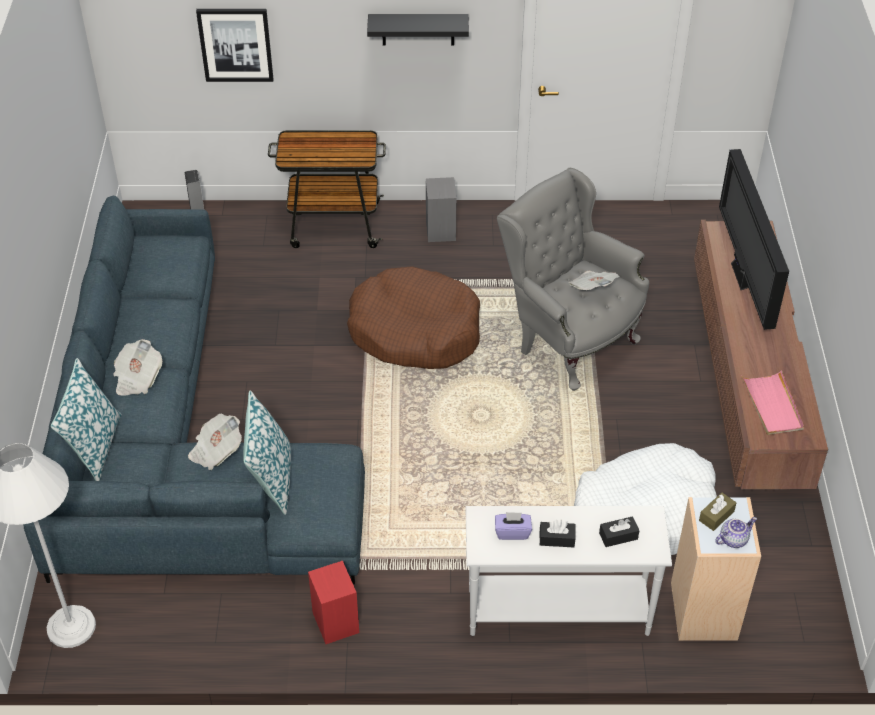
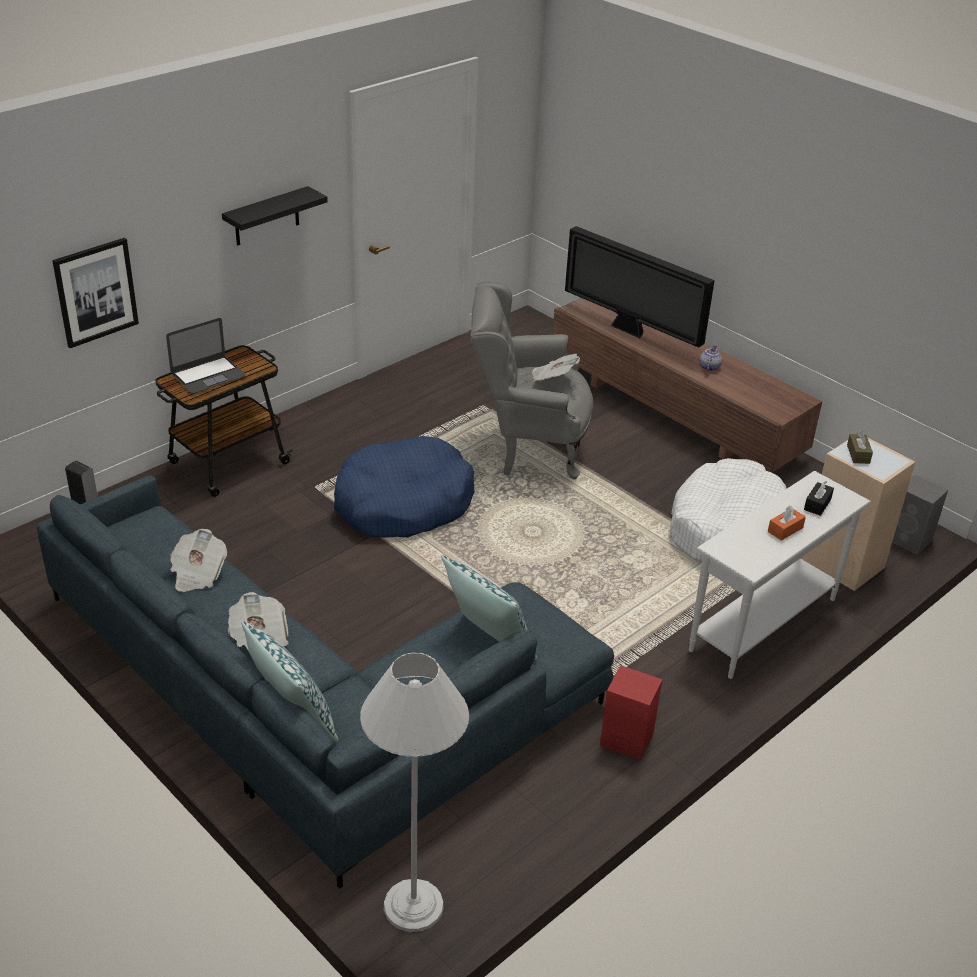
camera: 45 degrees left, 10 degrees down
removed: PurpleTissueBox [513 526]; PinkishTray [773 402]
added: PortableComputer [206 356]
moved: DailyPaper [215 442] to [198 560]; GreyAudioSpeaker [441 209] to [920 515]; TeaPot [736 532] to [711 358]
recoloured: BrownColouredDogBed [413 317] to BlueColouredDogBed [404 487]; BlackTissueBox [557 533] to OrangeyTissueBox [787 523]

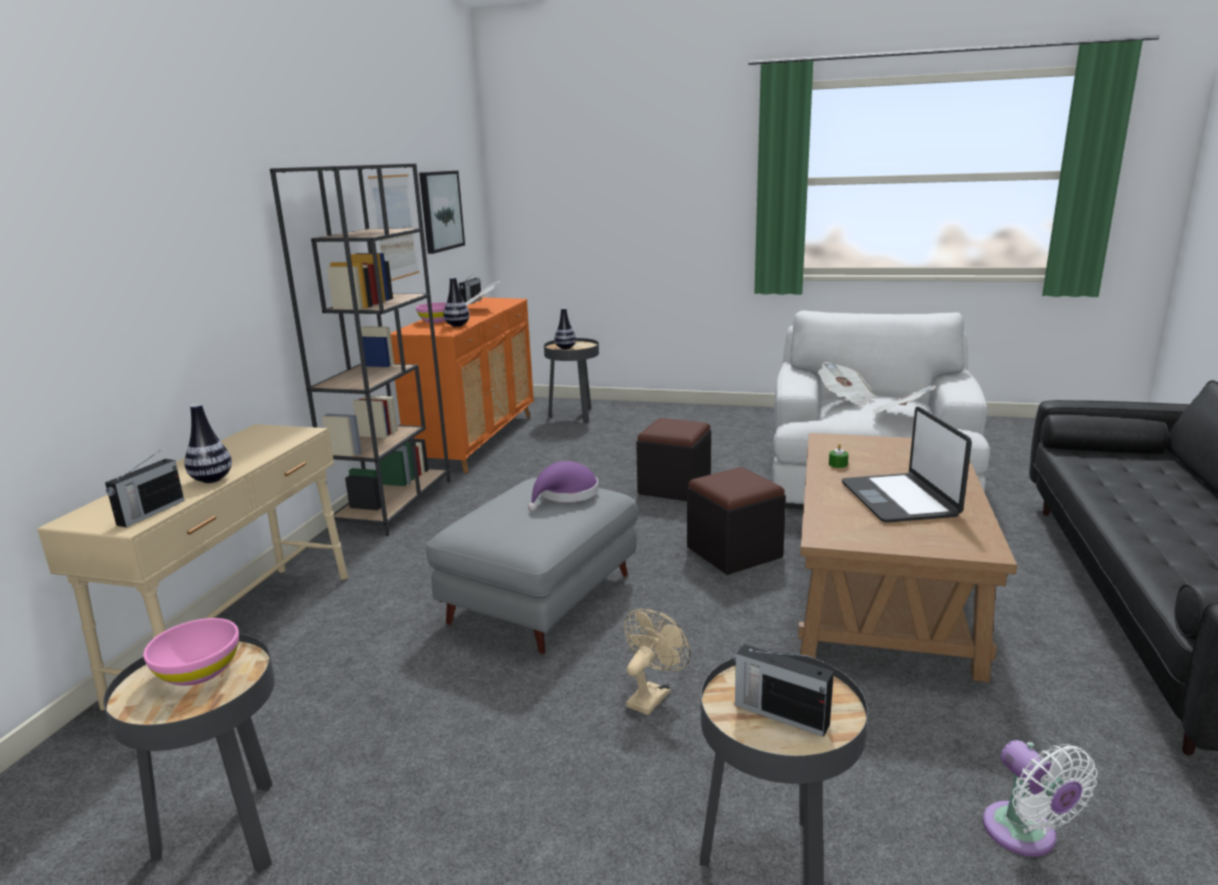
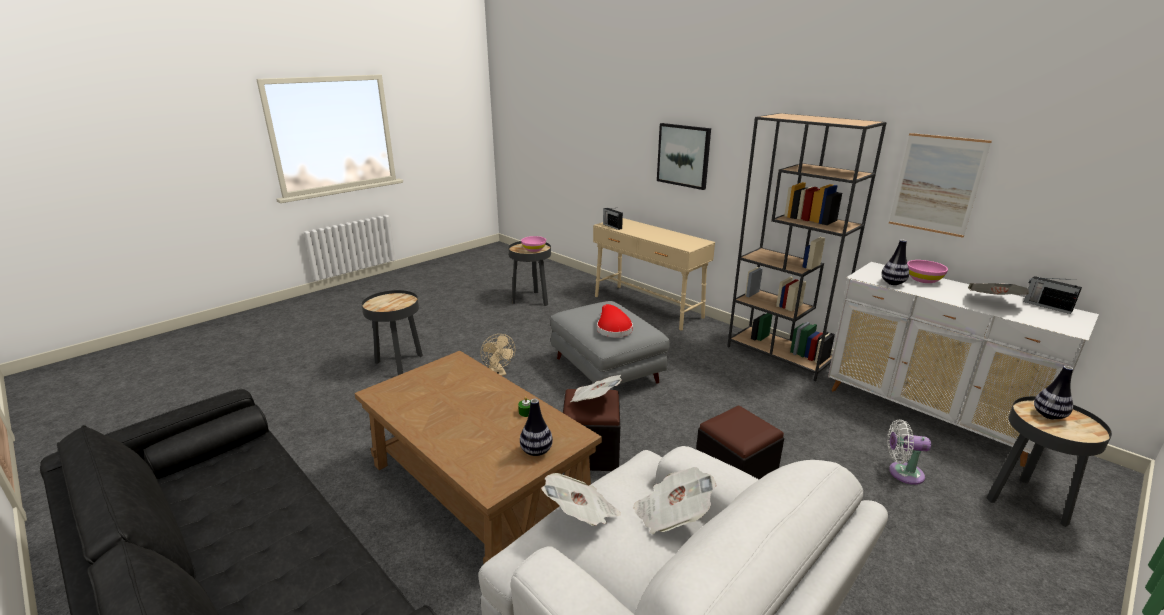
camera: 120 degrees right, 5 degrees up
removed: RadioReceiver [784 690]; PortableComputer [907 465]
added: DailyPaper [595 388]
moved: FlowerVase [208 443] to [536 427]; WallPicture [442 212] to [684 156]; WhiteColouredElectricFan [1040 798] to [909 452]
recoloured: OrangeyCabinet [462 385] to WhiteColouredCabinet [963 364]; PurpleClothingHat [563 486] to RedClothingHat [615 320]

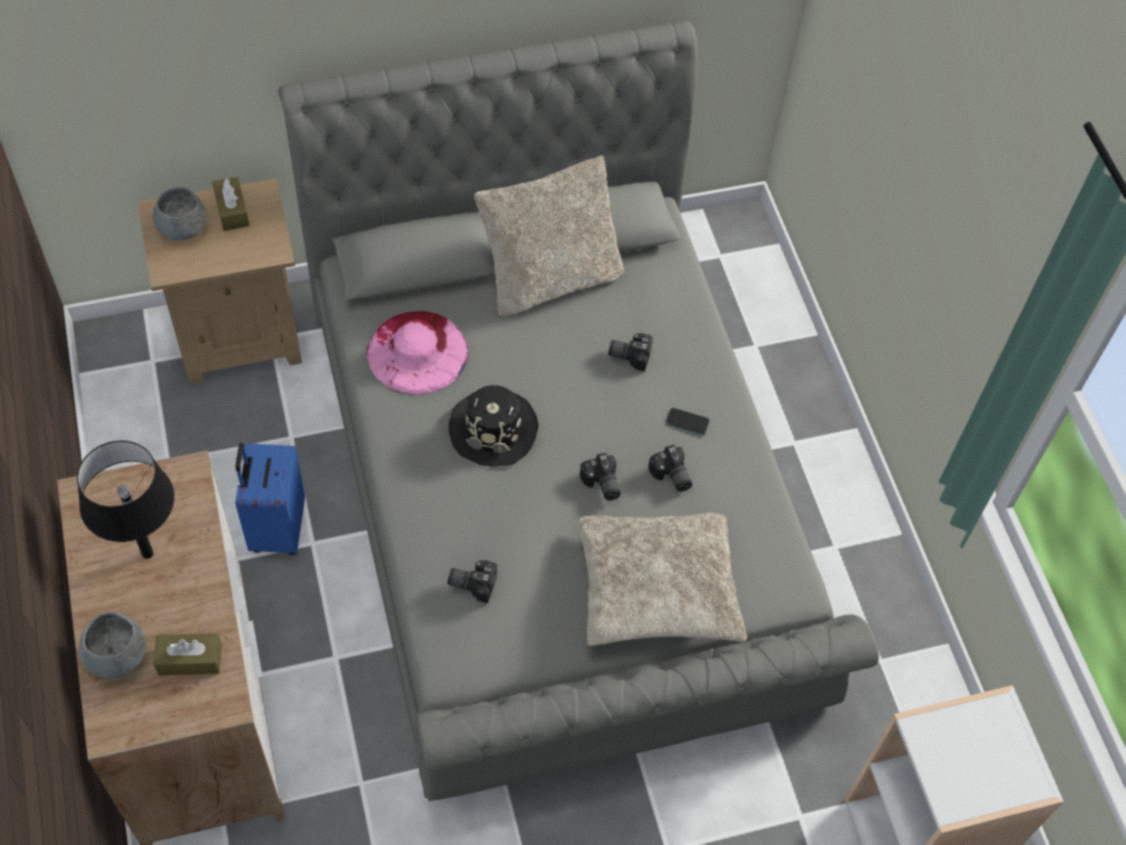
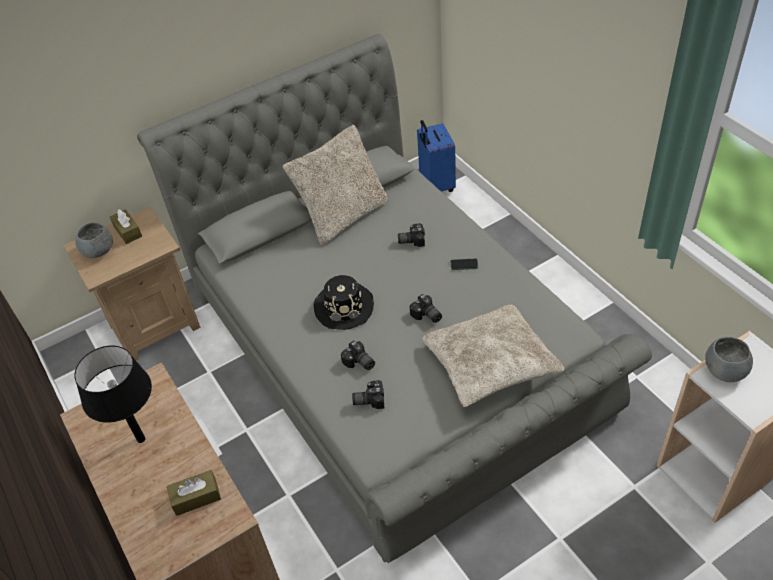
camera: 10 degrees left, 10 degrees down
removed: PinkishClothingHat [418 353]
moved: GreyDeepDish [112 645] to [729 359]; BlueColouredPieceOfLuggage [270 499] to [436 156]; StillCamera [670 468] to [358 355]

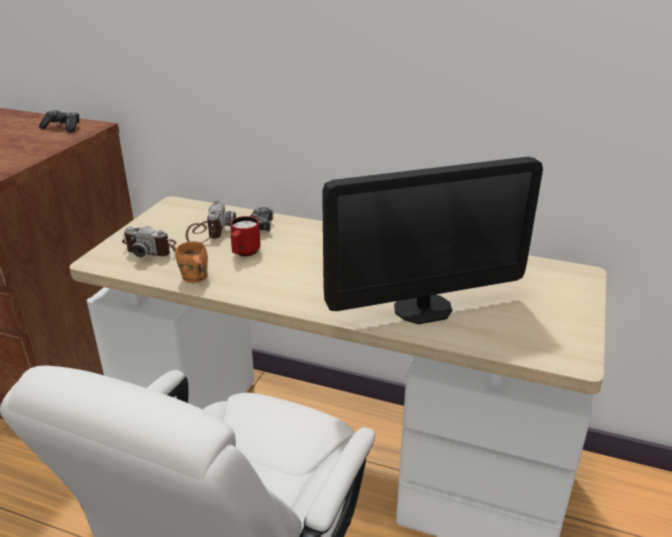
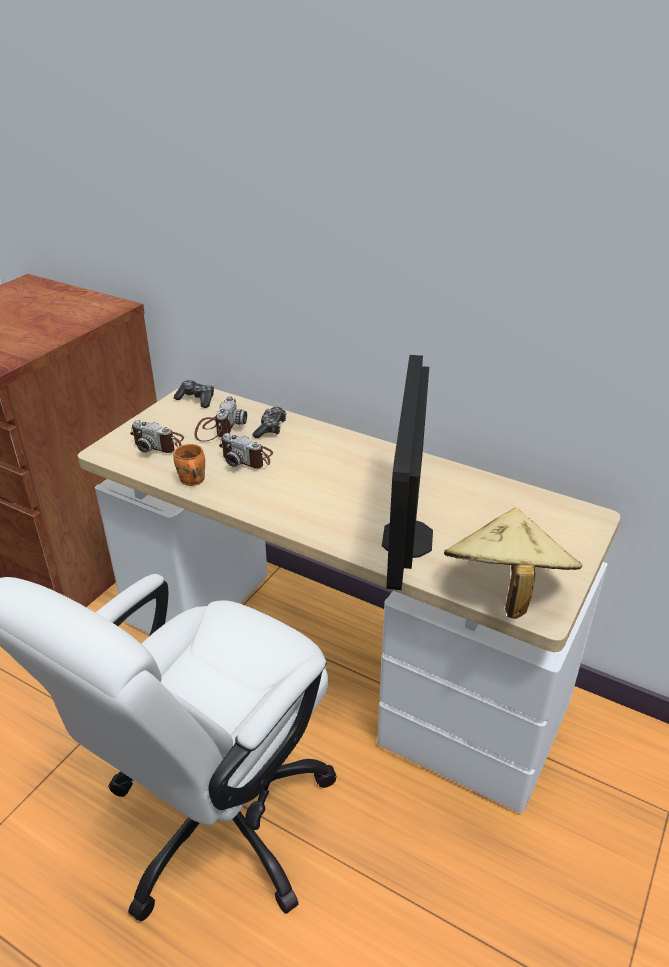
camera: 10 degrees right, 5 degrees up
added: SandColouredClothingHat [513 563]
moved: Gamepad [59 121] to [194 394]
replaced: RedTeaMug [245 236] to StillCamera [246 451]
turned: ComputerDisplay [432 240] = [407 472] 105 degrees clockwise

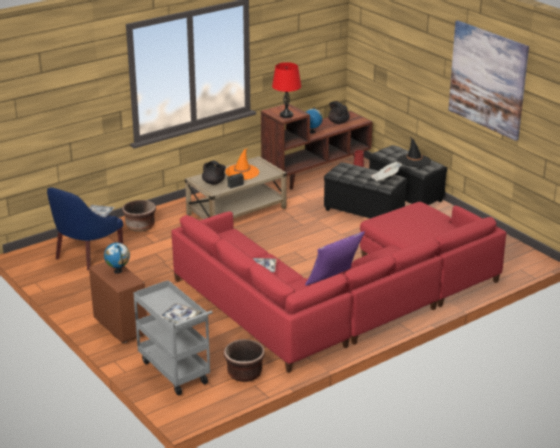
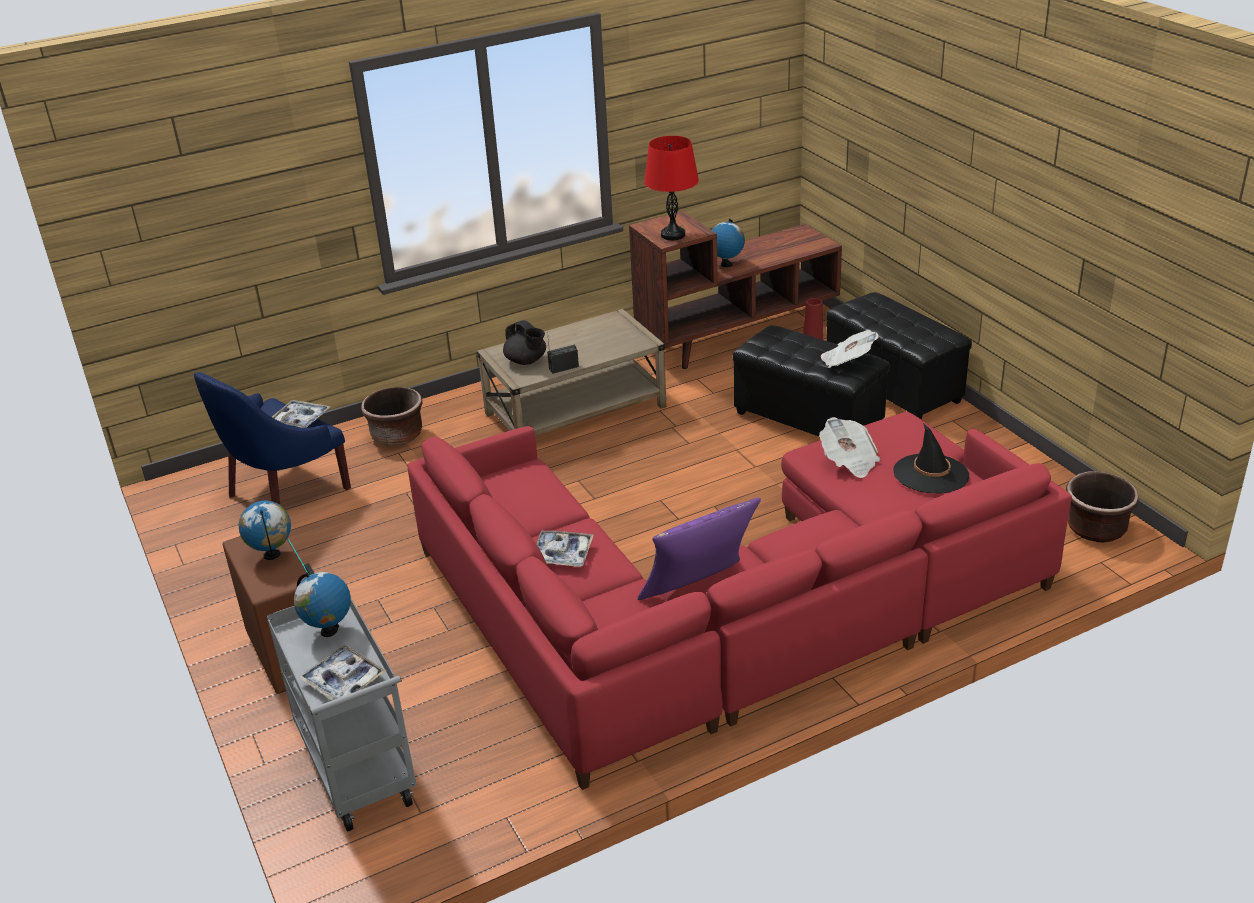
camera: 10 degrees right, 5 degrees up
removed: OrangeyClothingHat [242 164]; BlackTeaPot [339 112]; WallPicture [488 80]
added: WorldGlobe [322 604]; DailyPaper [849 447]
moved: BrownColouredFlowerPot [244 360] to [1102 506]; BlackClothingHat [414 152] to [931 458]

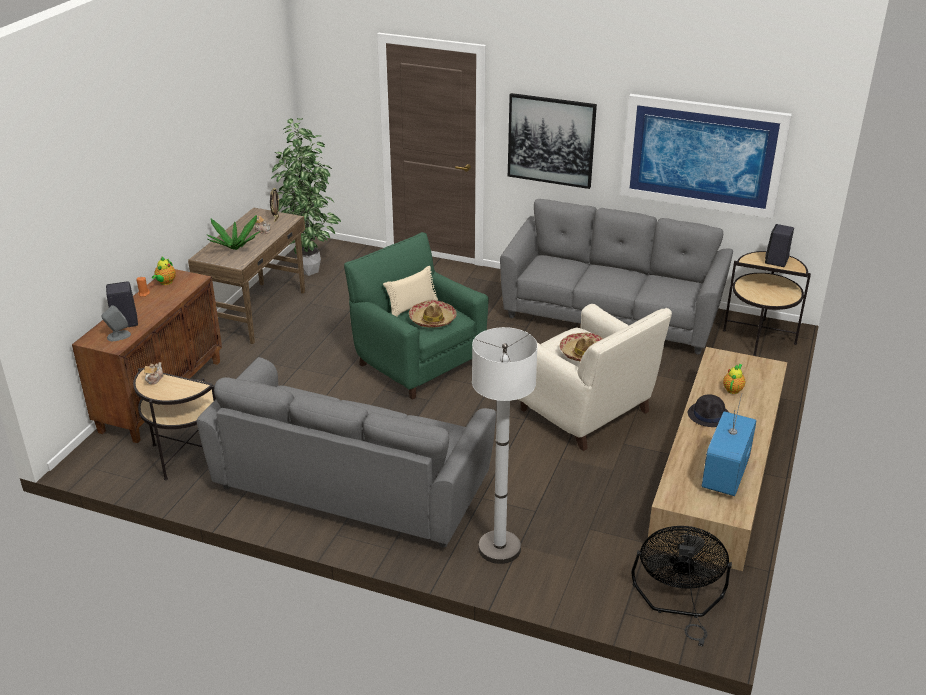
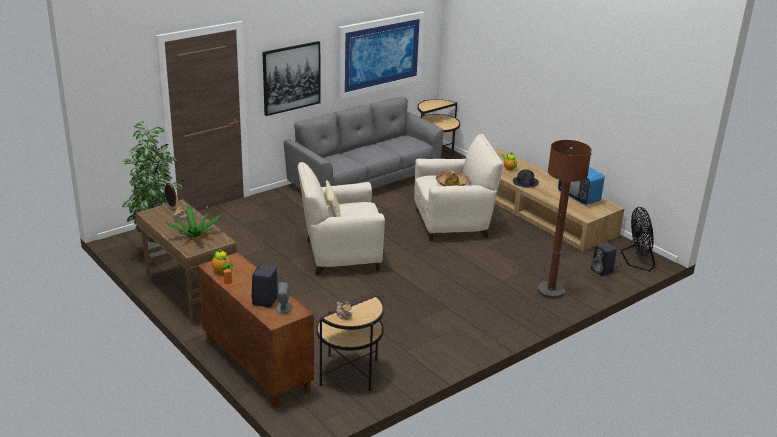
camera: 60 degrees left, 5 degrees down
removed: GreyCouch [346 452]; ClothingHat [433 314]
moved: BlackAudioSpeaker [779 245] to [604 259]
recoloured: GreenArmchair [416 316] to SandColouredArmchair [341 219]; WhiteColouredFloorLamp [505 445] to BrownColouredFloorLamp [564 219]
turned: BlackElectricFan [682 586] = [634 239] 135 degrees clockwise

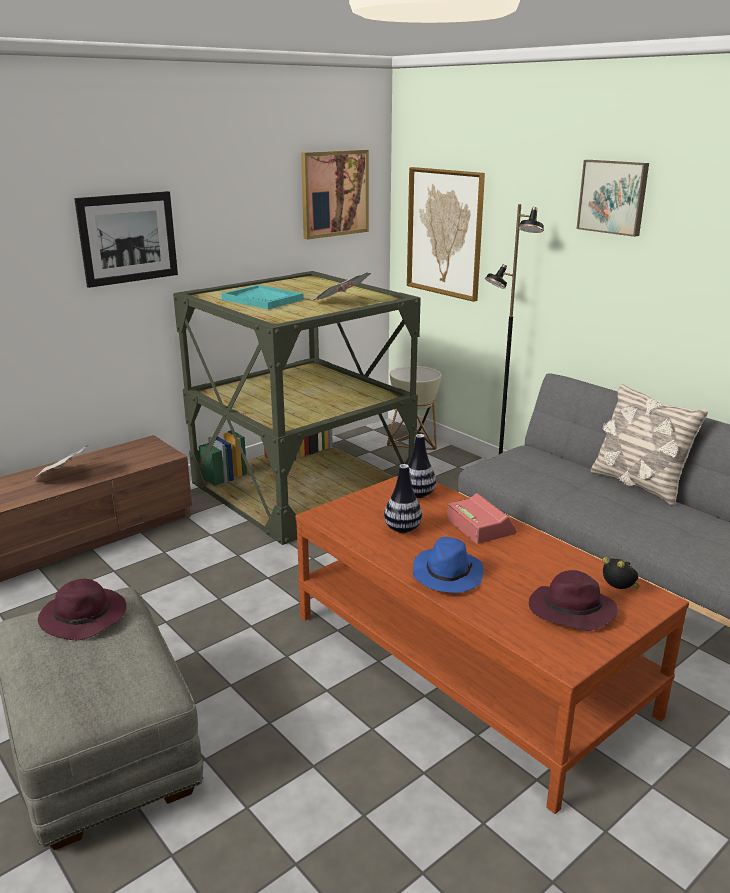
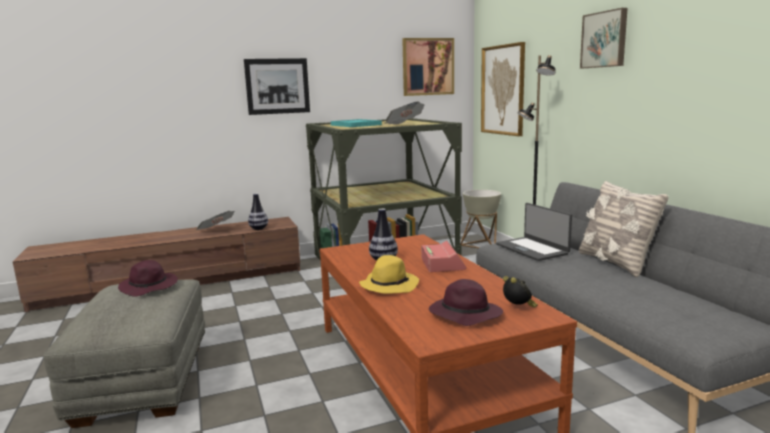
camera: 20 degrees right, 10 degrees down
added: PortableComputer [534 232]
moved: FlowerVase [422 466] to [258 211]
recoloured: BlueColouredClothingHat [448 565] to YellowishClothingHat [389 274]

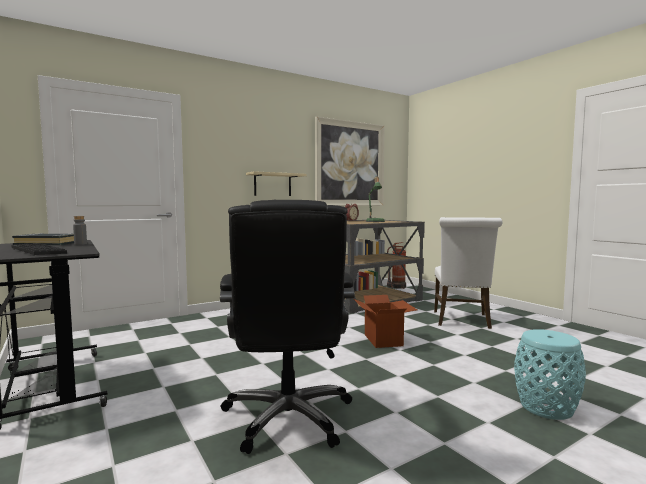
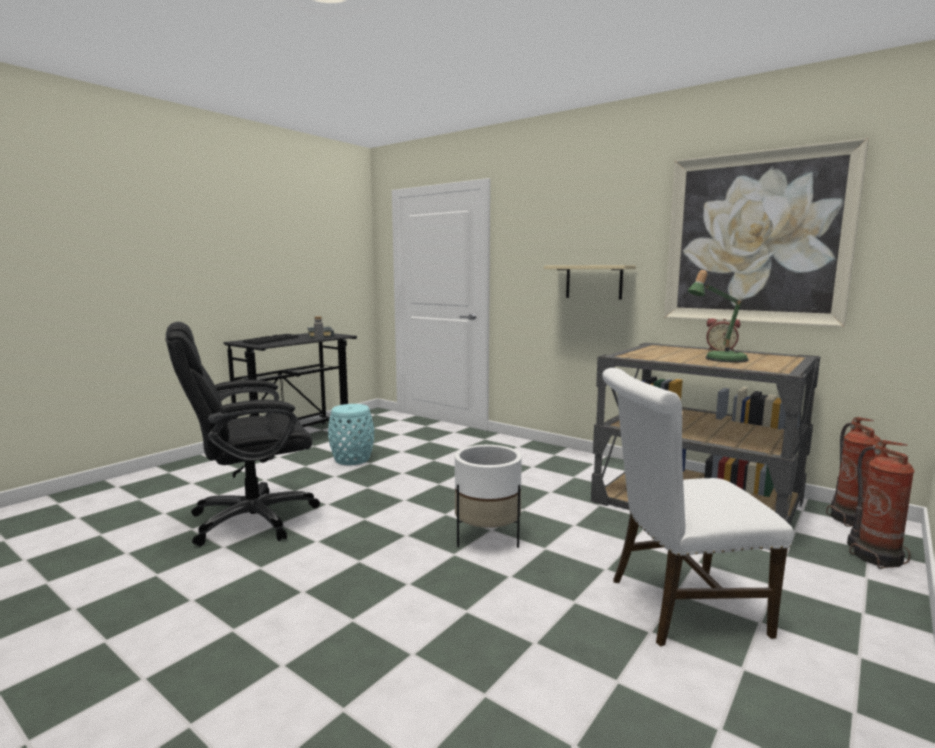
camera: 70 degrees right, 5 degrees up
added: Extinguisher [881 504]
moved: TurquoiseColouredStool [550 374] to [351 434]
replaced: CardboardBox [385 321] to WhiteColouredFlowerPot [488 496]

